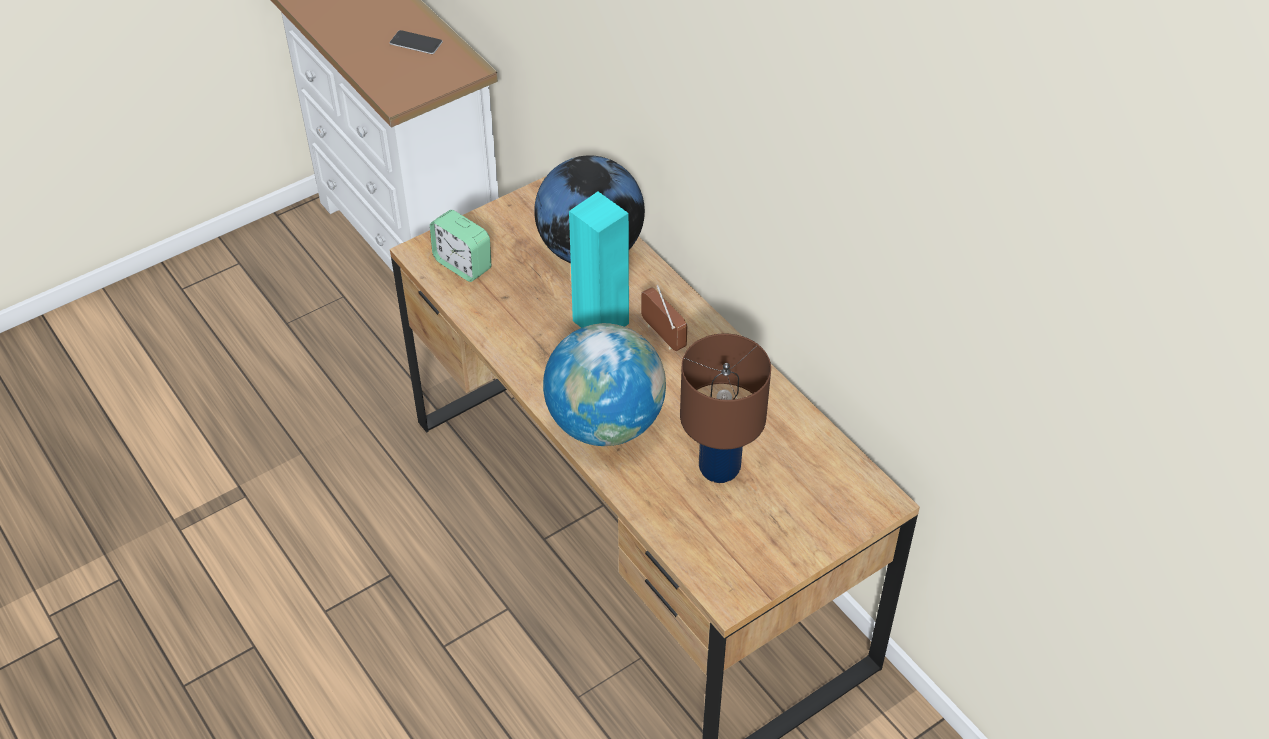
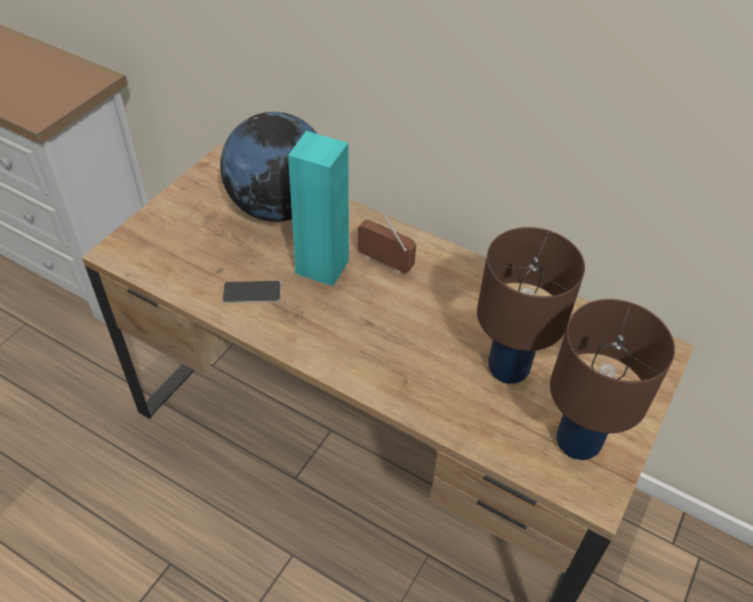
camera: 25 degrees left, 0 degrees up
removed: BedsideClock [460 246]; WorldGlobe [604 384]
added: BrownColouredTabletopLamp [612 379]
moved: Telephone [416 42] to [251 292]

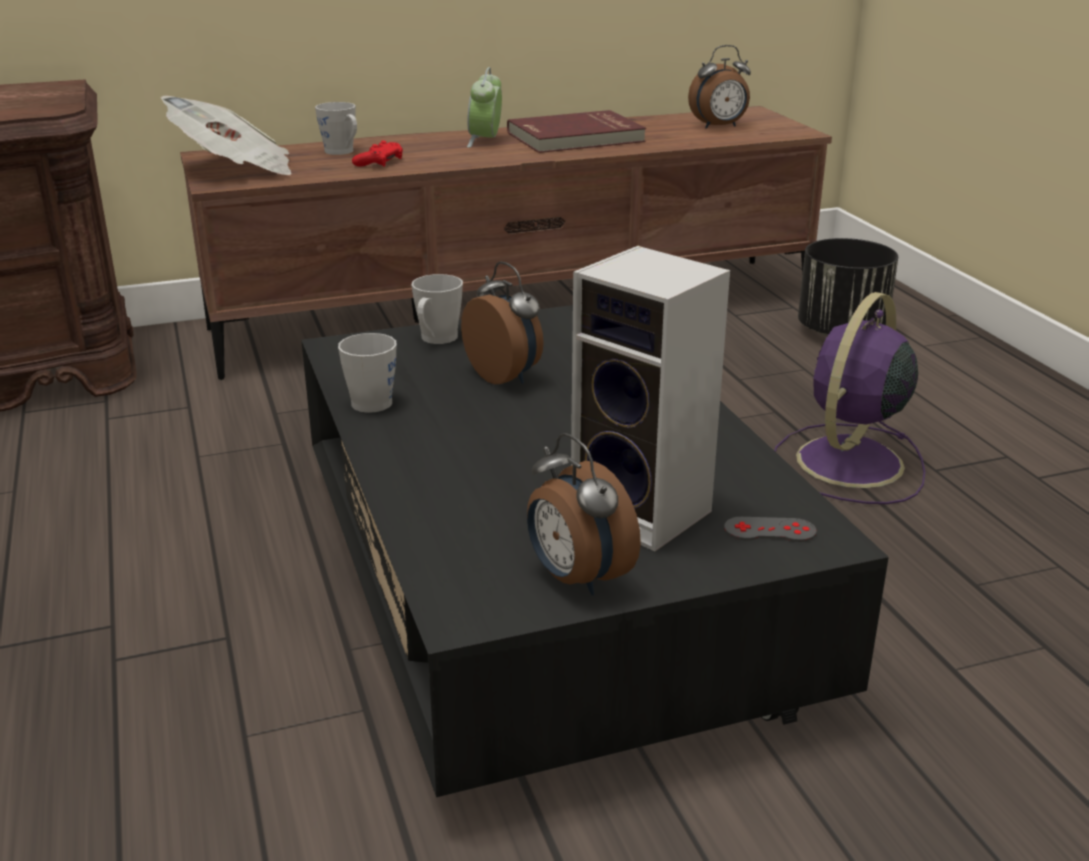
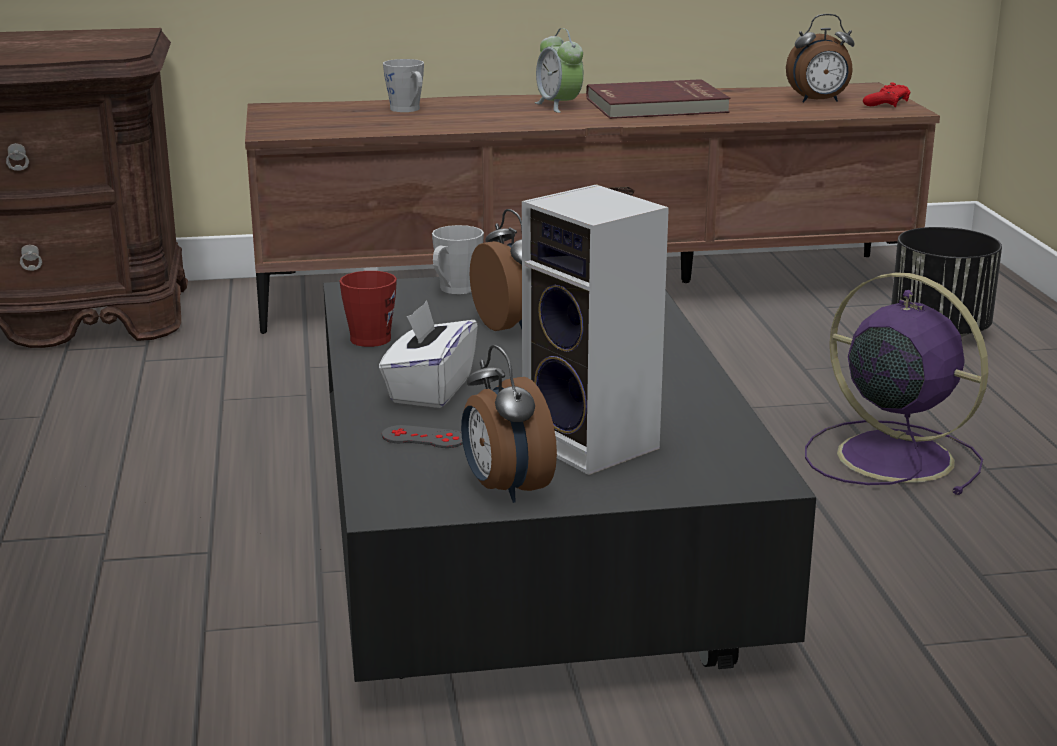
camera: 10 degrees right, 5 degrees down
removed: DailyPaper [226 135]
added: WhiteColouredTissueBox [428 354]
moved: RedGamepad [377 153] to [886 94]; GreyGamepad [770 529] to [422 436]
recoloured: GreyTeaMug [367 373] to RedTeaMug [368 309]
turned: BedsideClock [484 107] = [559 70] 45 degrees counterclockwise; PurpleElectricFan [849 398] = [897 383] 90 degrees clockwise

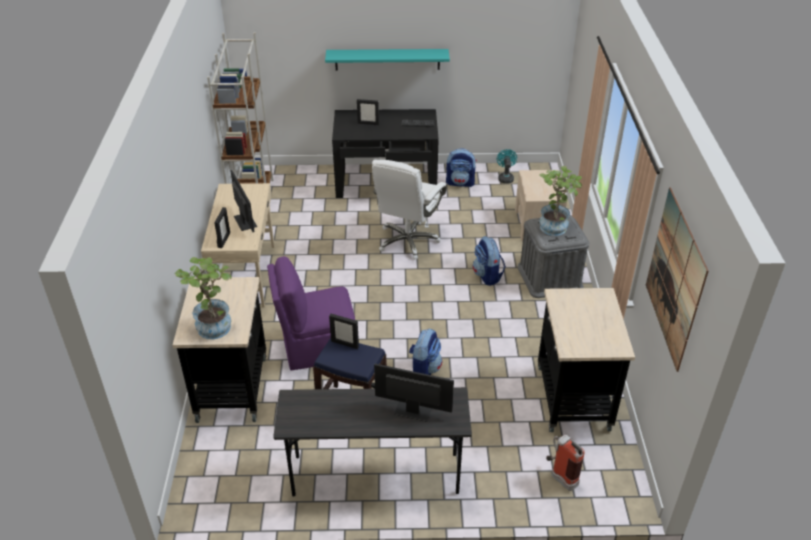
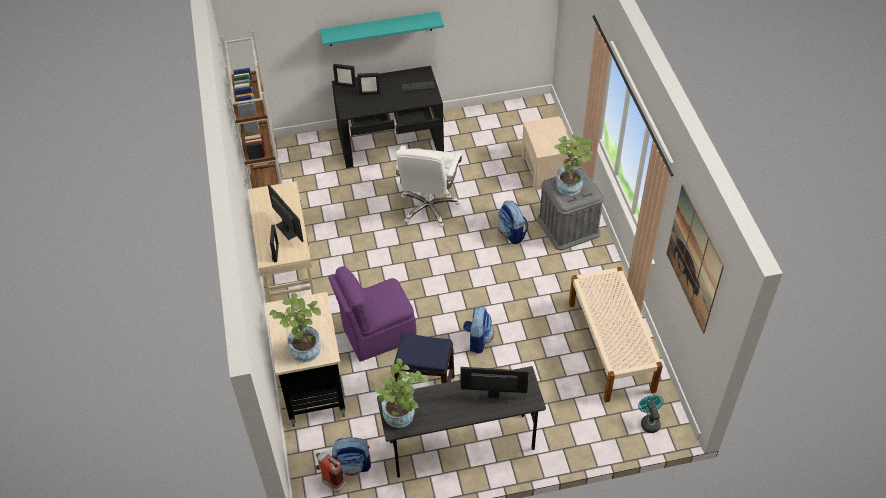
camera: 10 degrees left, 10 degrees up
added: PlantInAPot [401 393]
moved: PictureFrame [344 331] to [344 76]; Backpack [461 167] to [351 456]; TurquoiseColouredElectricFan [507 166] to [651 414]; Extinguisher [565 463] to [331 472]
replaced: BlackCart [586 360] to SandColouredIndoorBench [616 335]

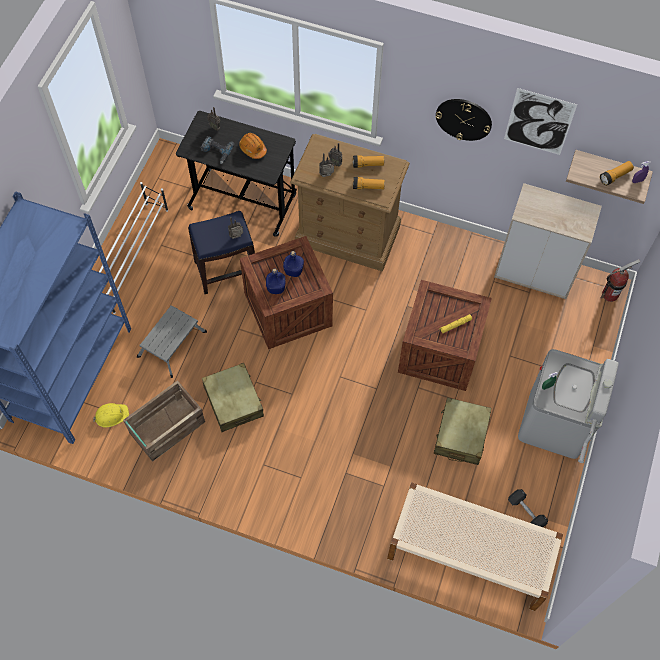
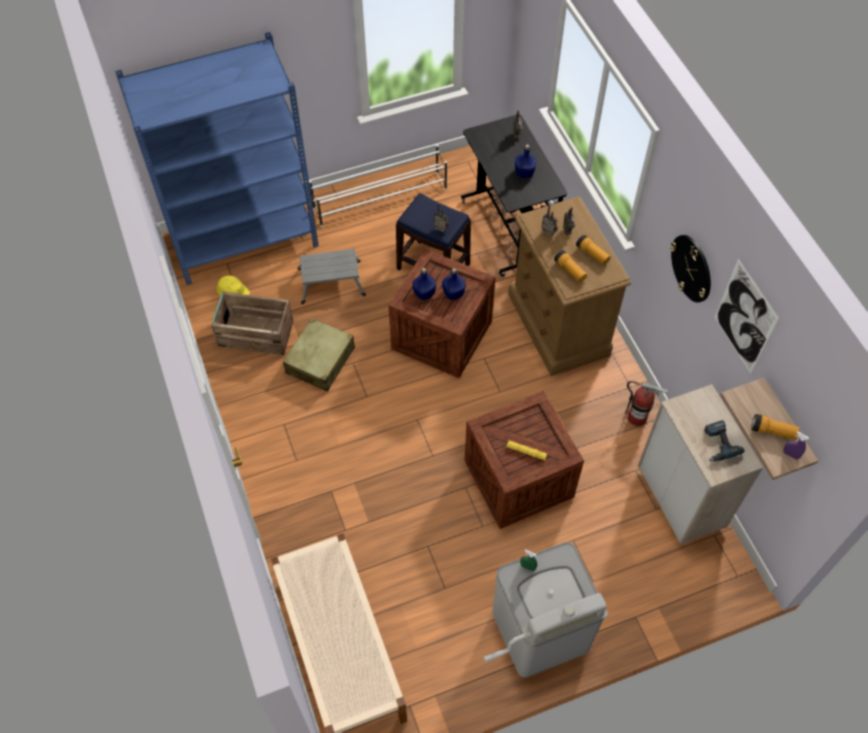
camera: 50 degrees right, 5 degrees down
removed: SandColouredPieceOfLuggage [462 431]; BlackFreeWeight [528 508]
moved: Drill [217 150] to [724 441]; Extinguisher [620 280] to [646 403]
replaced: OrangeySafetyHelmet [253 146] to BlueColouredDrinkBottle [525 161]

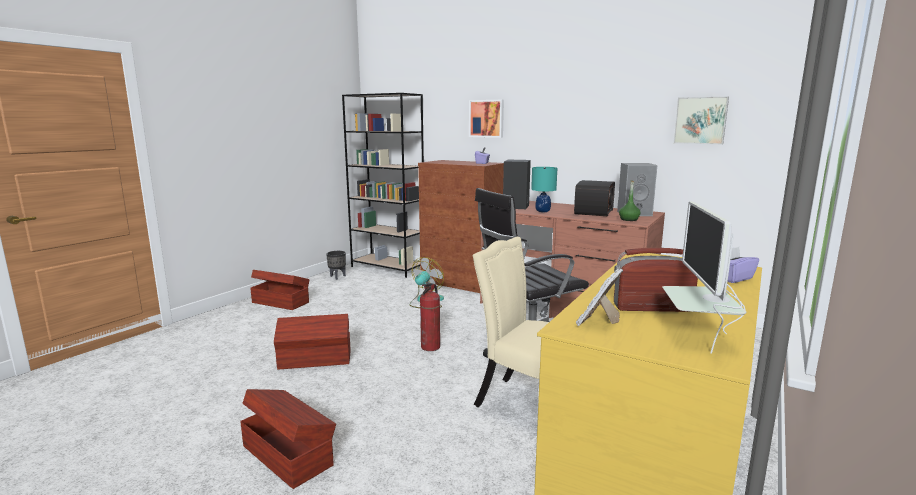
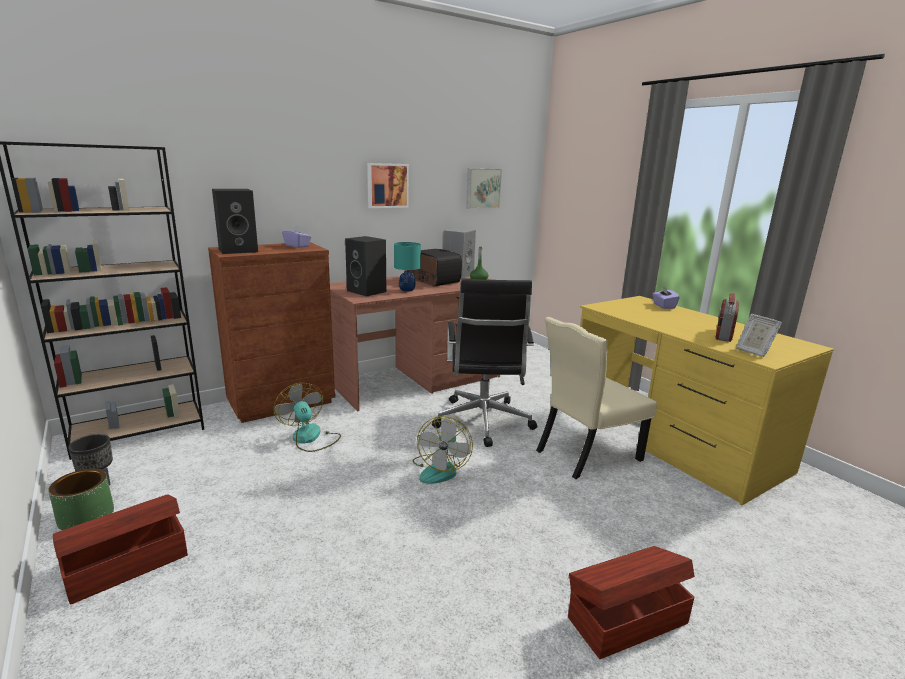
camera: 65 degrees left, 5 degrees up
removed: BrownColouredStorageContainer [312 342]; ComputerDisplay [704 277]
added: GreenFlowerPot [81 499]; BlackAudioSpeaker [235 221]
moved: WallPicture [486 119] to [388 185]
replaced: Extinguisher [430 317] to ElectricFan [443 450]

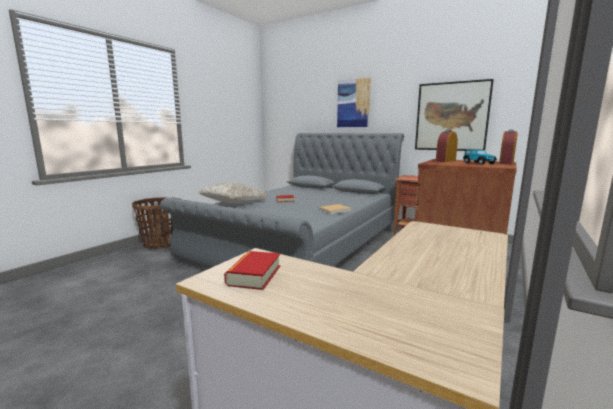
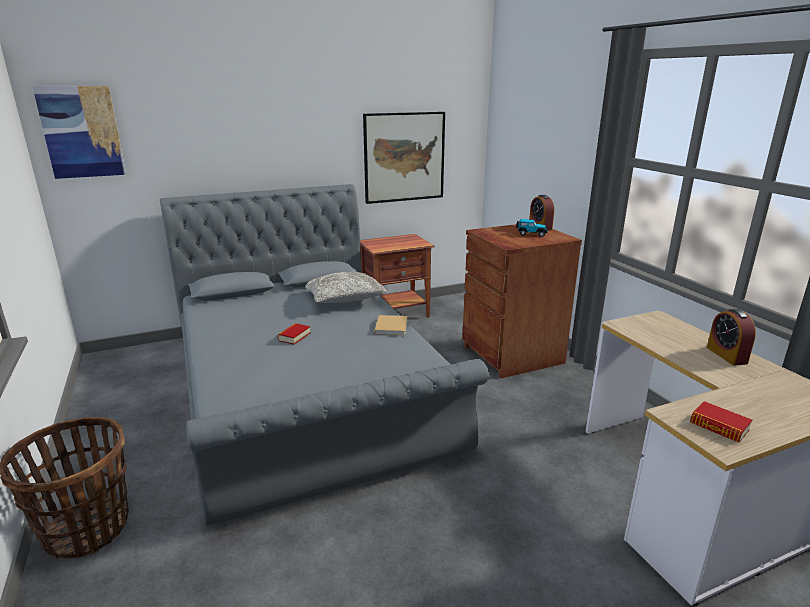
camera: 55 degrees left, 10 degrees up
moved: SandColouredCushion [232 193] to [346 287]; WallPicture [354 102] to [79 132]; BedsideClock [447 146] to [731 337]

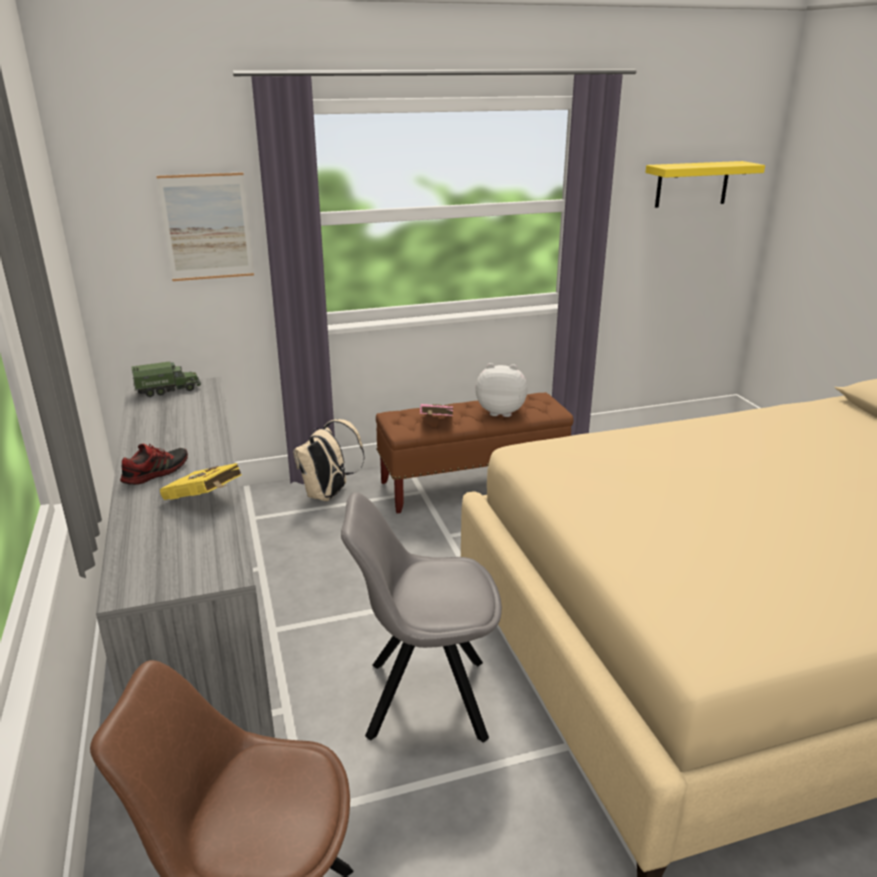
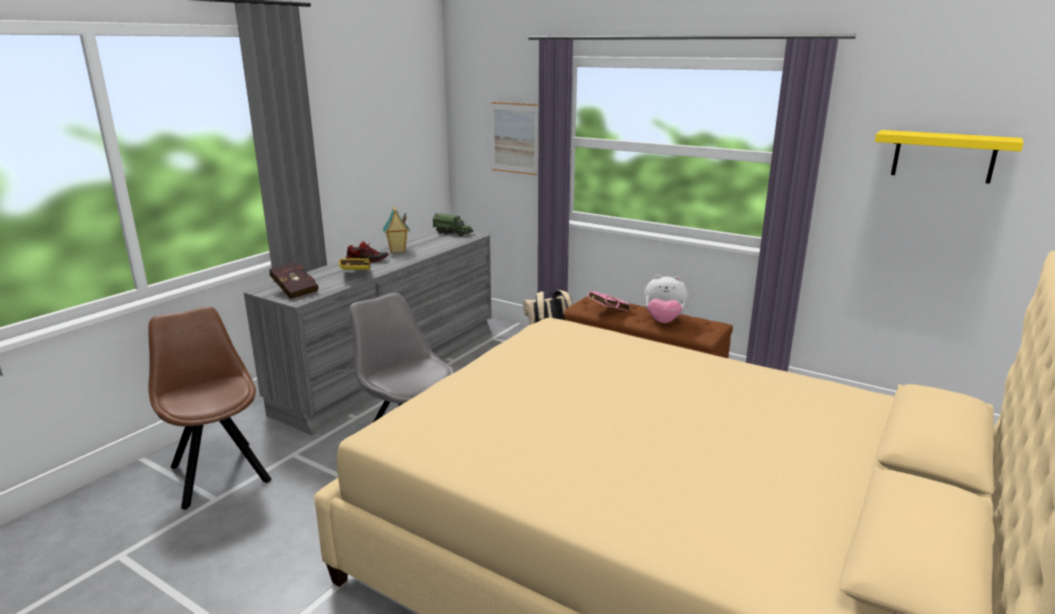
camera: 50 degrees right, 5 degrees down
added: RedVolume [294 280]; MiniatureHouse [396 229]
turned: CuddlyToy [502 390] = [666 299] 135 degrees clockwise

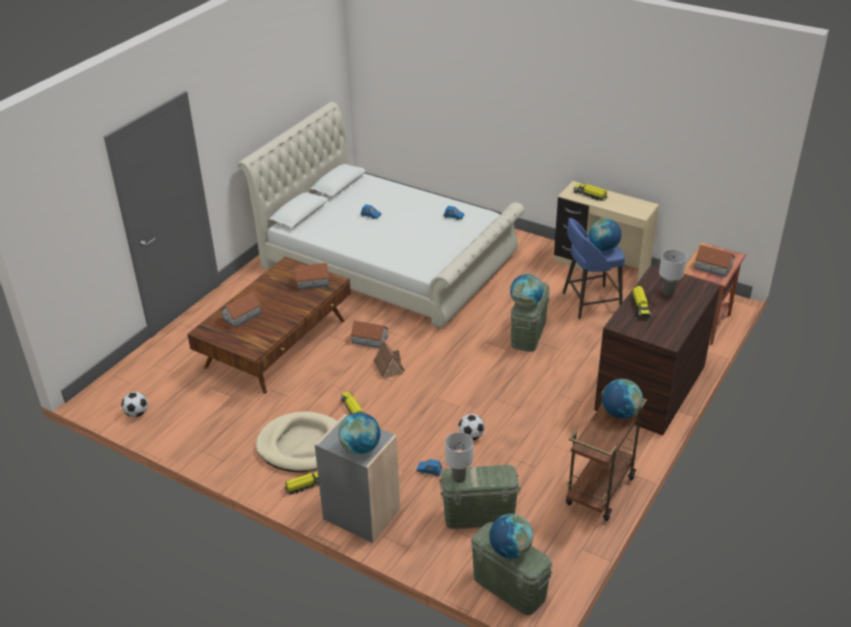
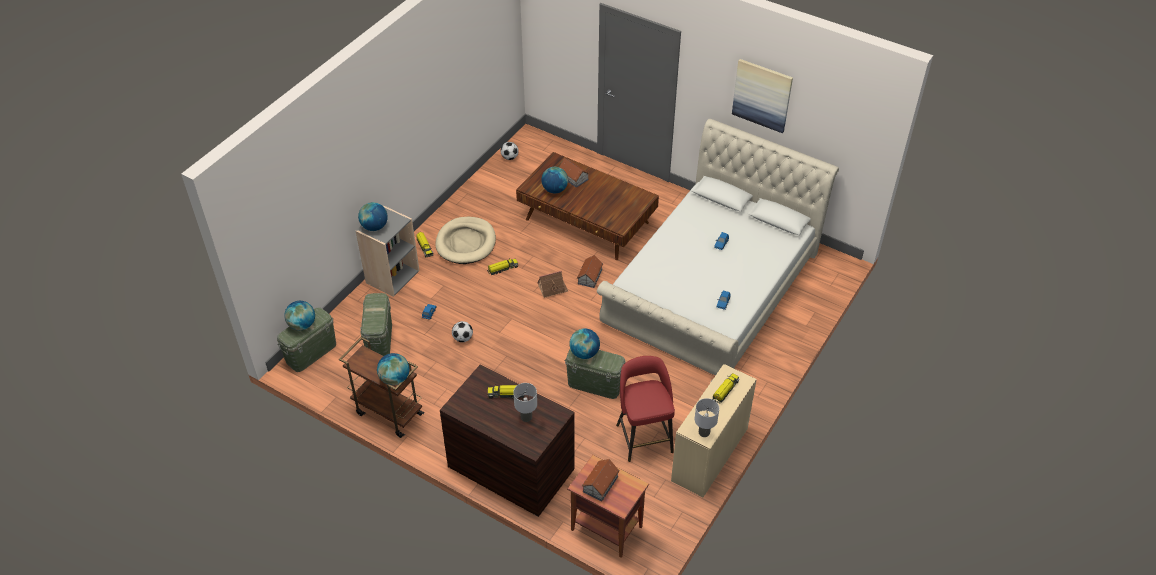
camera: 90 degrees right, 10 degrees up
removed: MiniatureHouse [311 276]
added: WallPicture [762 96]
moved: WhiteColouredTabletopLamp [459 457] to [707 417]; WorldGlobe [605 235] to [554 180]
recoloured: BlueColouredStool [593 268] to RedStool [645 409]

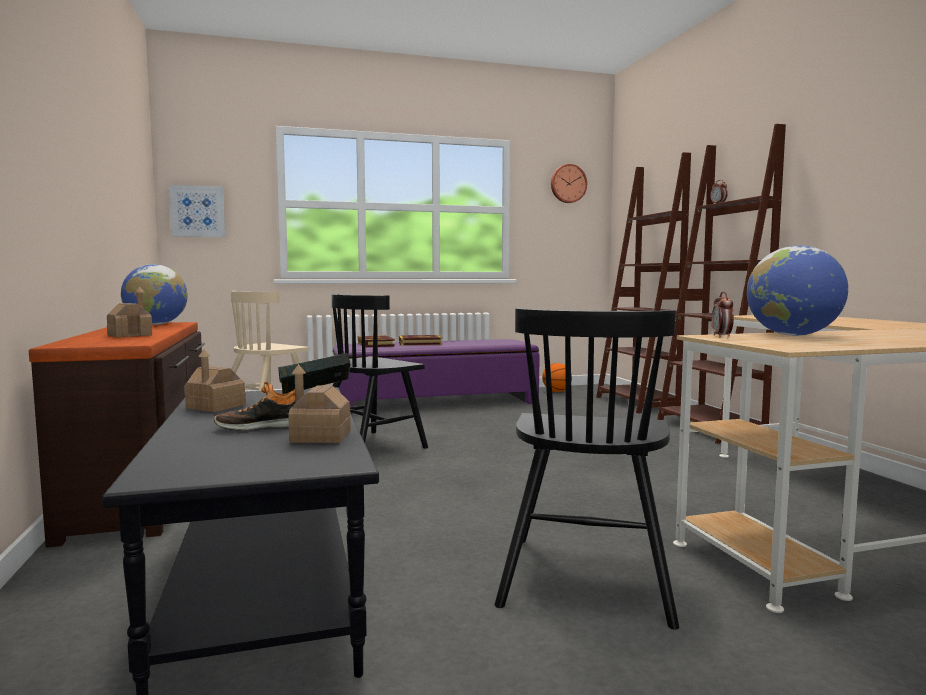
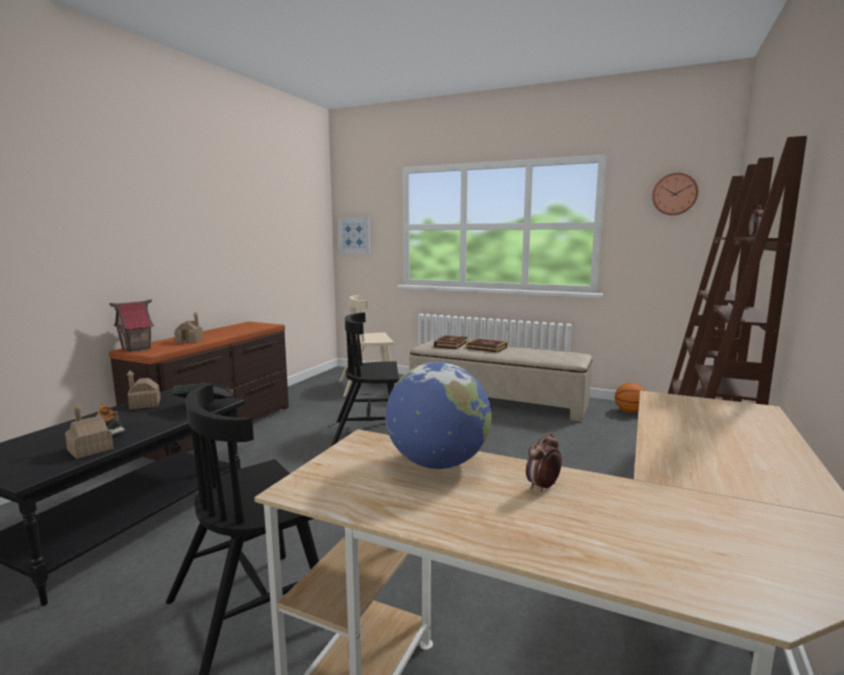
camera: 40 degrees right, 5 degrees up
removed: WorldGlobe [154 294]
added: MiniatureHouse [131 326]
moved: BedsideClock [722 314] to [544 462]
recoloured: PurpleIndoorBench [436 376] to SandColouredIndoorBench [500 381]

